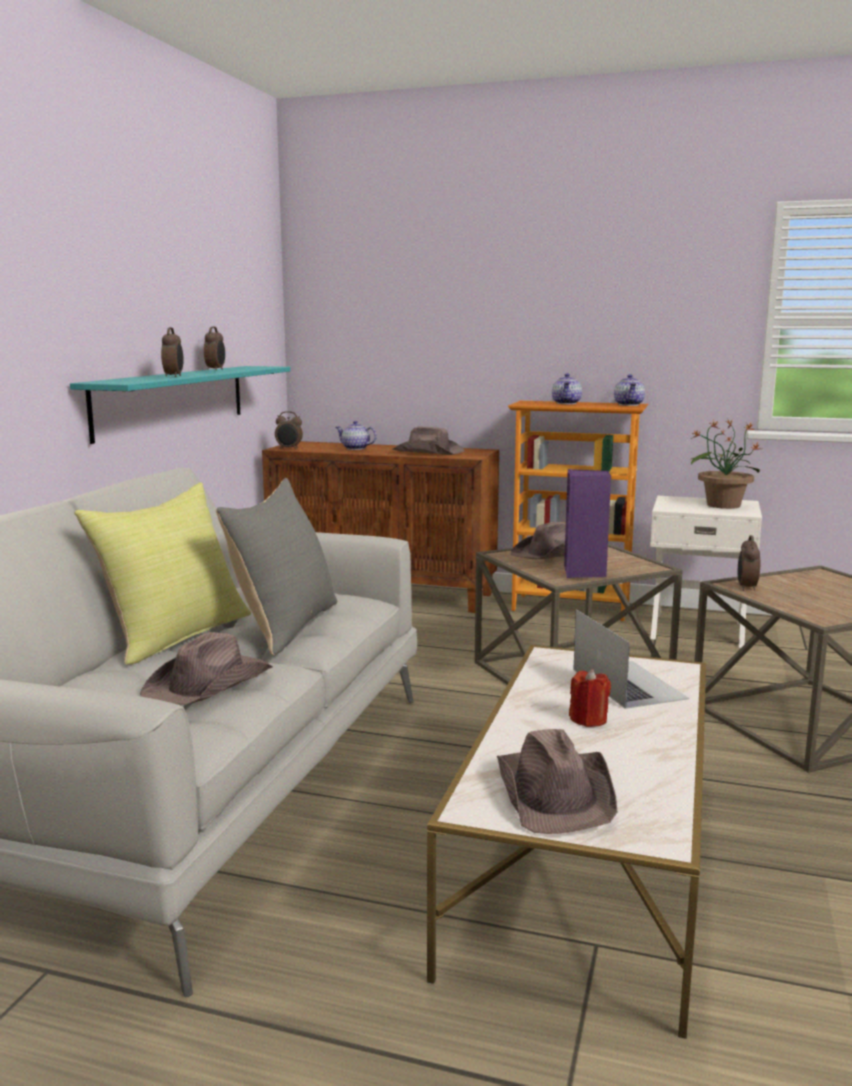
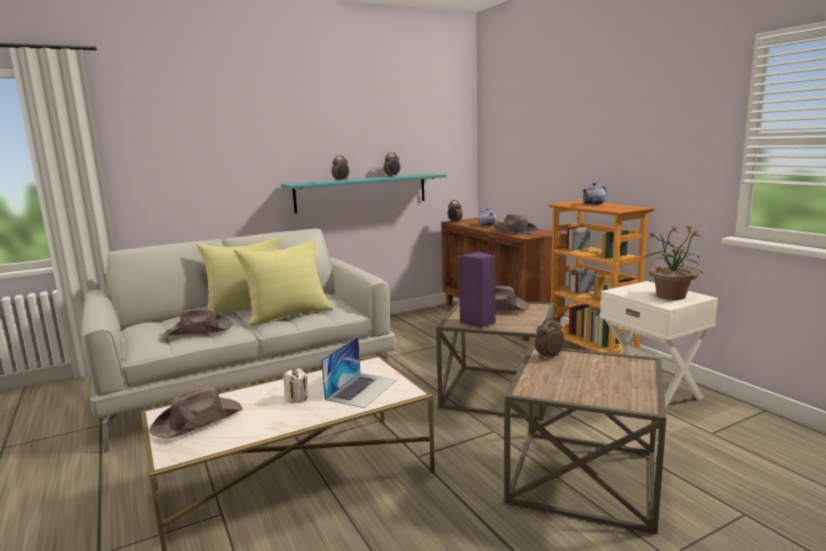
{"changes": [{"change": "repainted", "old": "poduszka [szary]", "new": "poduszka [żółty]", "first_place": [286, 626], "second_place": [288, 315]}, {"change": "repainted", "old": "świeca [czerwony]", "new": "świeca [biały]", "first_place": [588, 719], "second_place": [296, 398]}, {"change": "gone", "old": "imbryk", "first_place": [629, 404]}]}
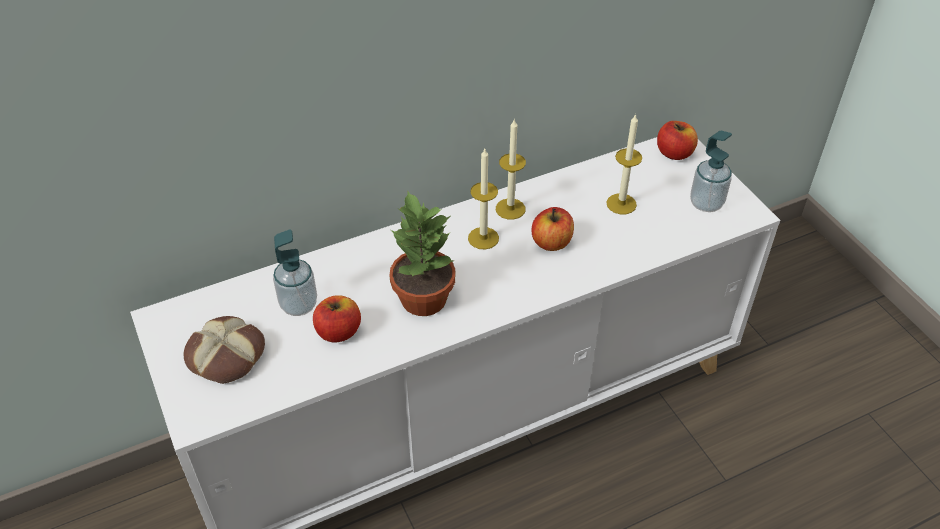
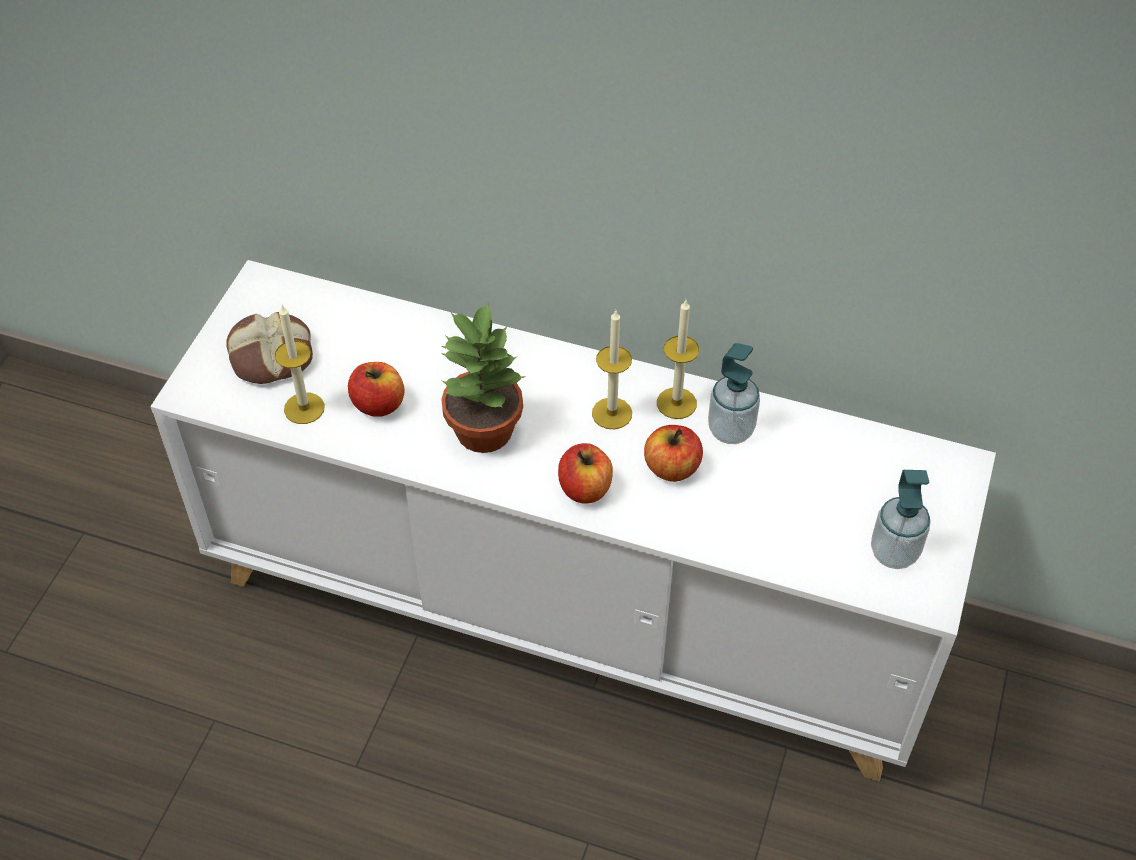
{"changes": [{"change": "shifted", "old": "dozownik mydła", "first_place": [299, 305], "second_place": [730, 430]}, {"change": "shifted", "old": "świeca", "first_place": [621, 204], "second_place": [304, 408]}, {"change": "shifted", "old": "jabłko", "first_place": [674, 153], "second_place": [585, 488]}]}
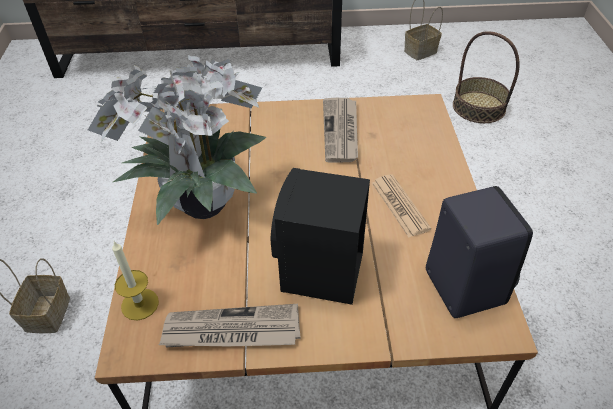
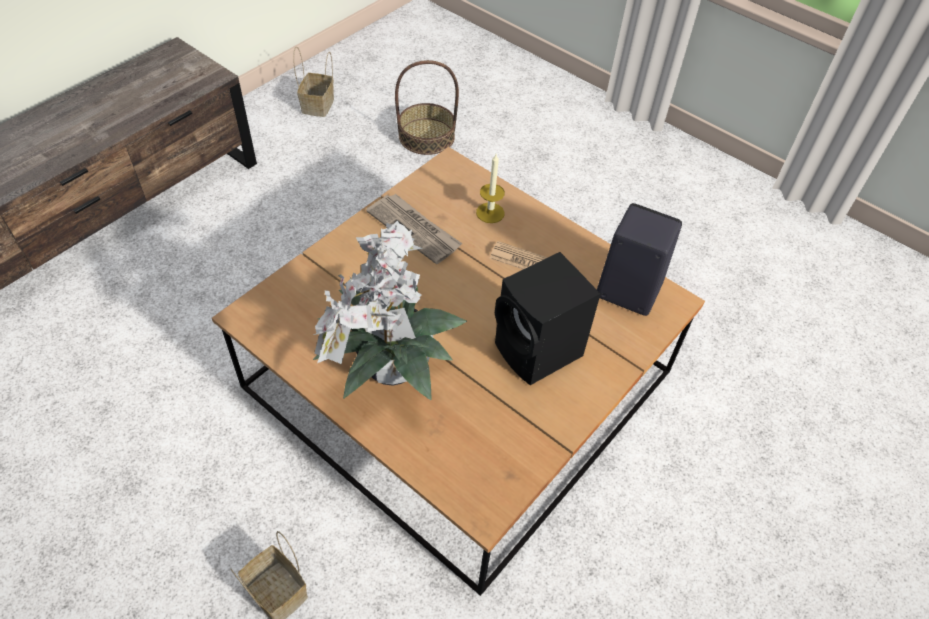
{"changes": [{"change": "shifted", "old": "świeca", "first_place": [140, 304], "second_place": [490, 213]}, {"change": "gone", "old": "gazeta", "first_place": [231, 331]}]}
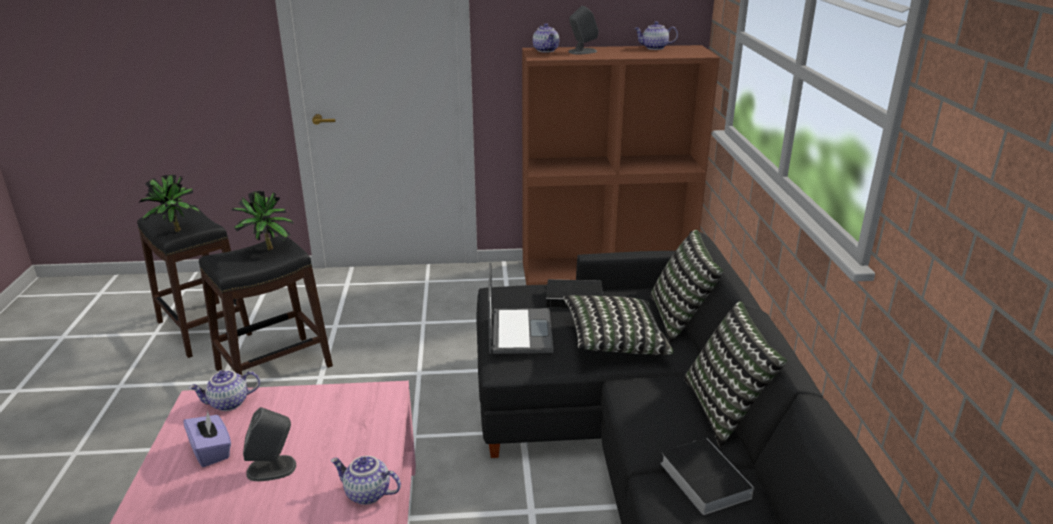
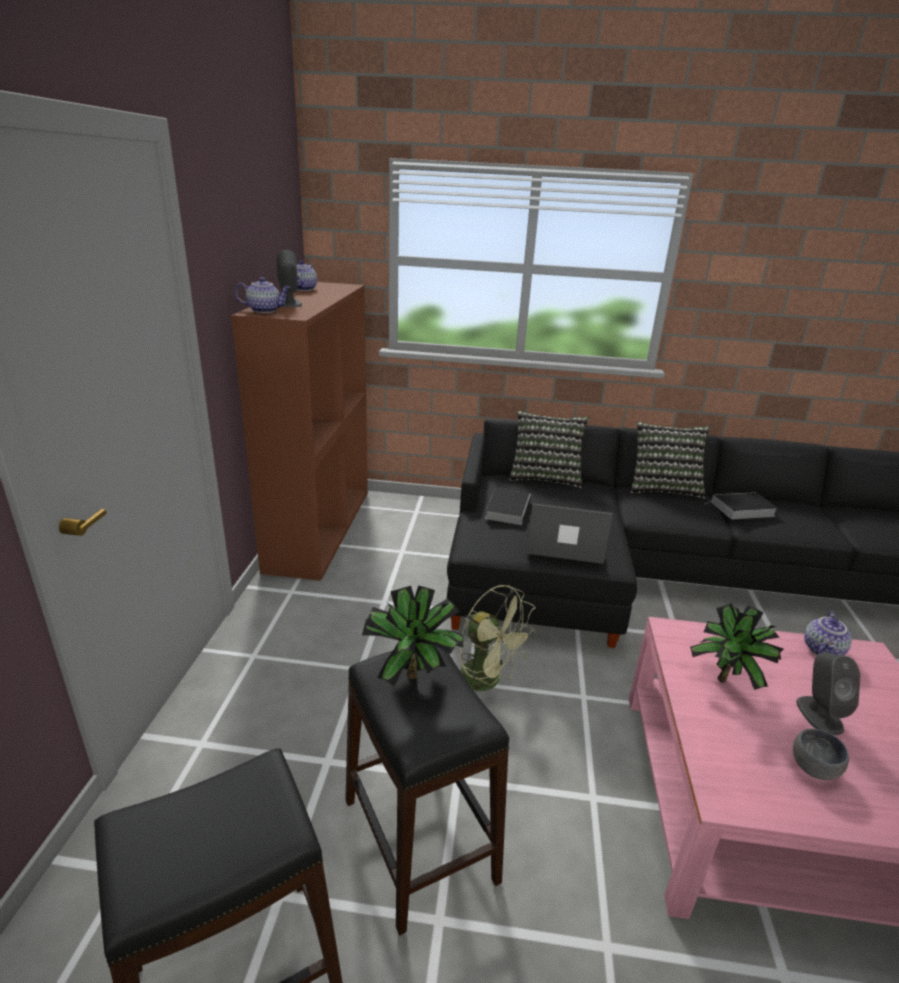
{"changes": [{"change": "shifted", "old": "roślina doniczkowa", "first_place": [176, 232], "second_place": [728, 681]}, {"change": "swapped", "old": "pudełko chusteczek [fioletowy]", "new": "miska [szary]", "first_place": [211, 451], "second_place": [813, 769]}, {"change": "gone", "old": "imbryk", "first_place": [228, 404]}, {"change": "gone", "old": "poduszka", "first_place": [614, 341]}, {"change": "new", "new": "wentylator [zielony]", "second_place": [488, 681]}]}
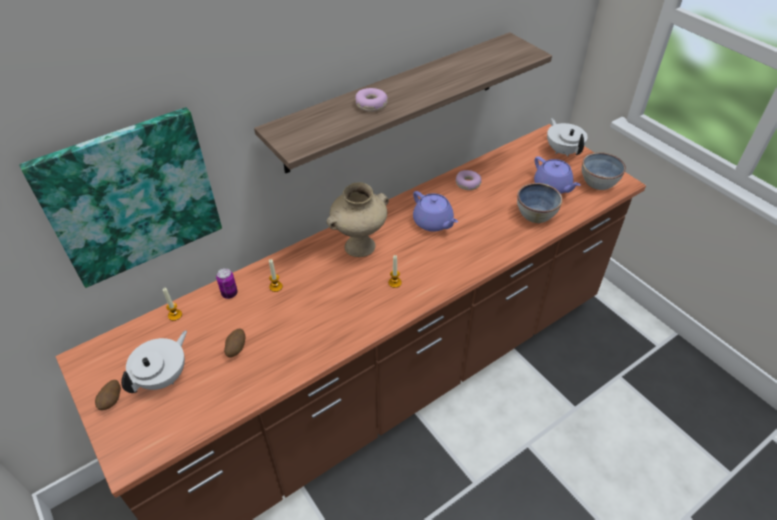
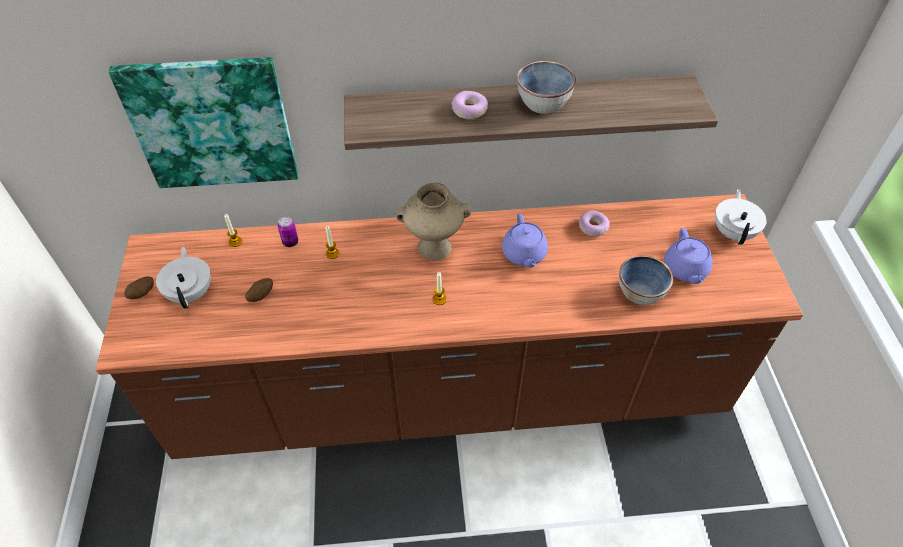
{"changes": [{"change": "rotated", "old": "imbryk [biały]", "first_place": [164, 377], "second_place": [191, 292], "degrees": -75}, {"change": "shifted", "old": "miska", "first_place": [598, 182], "second_place": [542, 102]}]}
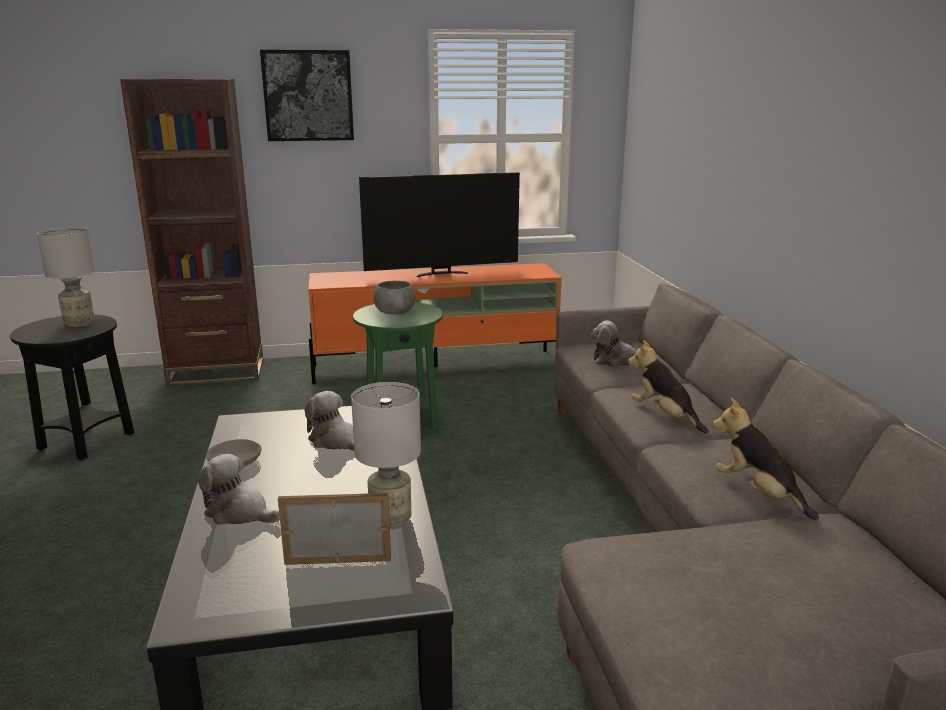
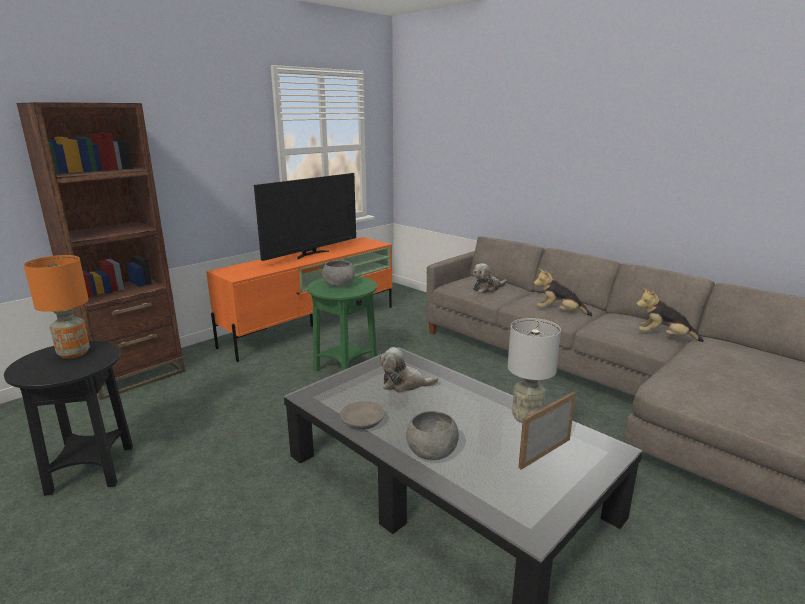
{"changes": [{"change": "repainted", "old": "lampa stołowa [szary]", "new": "lampa stołowa [pomarańczowy]", "first_place": [80, 323], "second_place": [74, 353]}, {"change": "swapped", "old": "pluszak", "new": "miska [szary]", "first_place": [239, 513], "second_place": [432, 452]}, {"change": "gone", "old": "obraz", "first_place": [308, 96]}]}
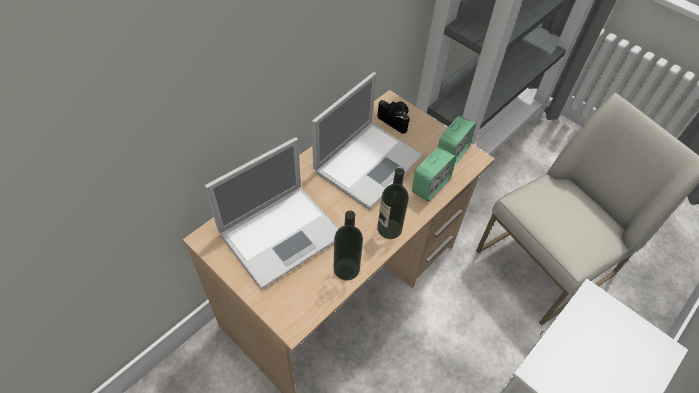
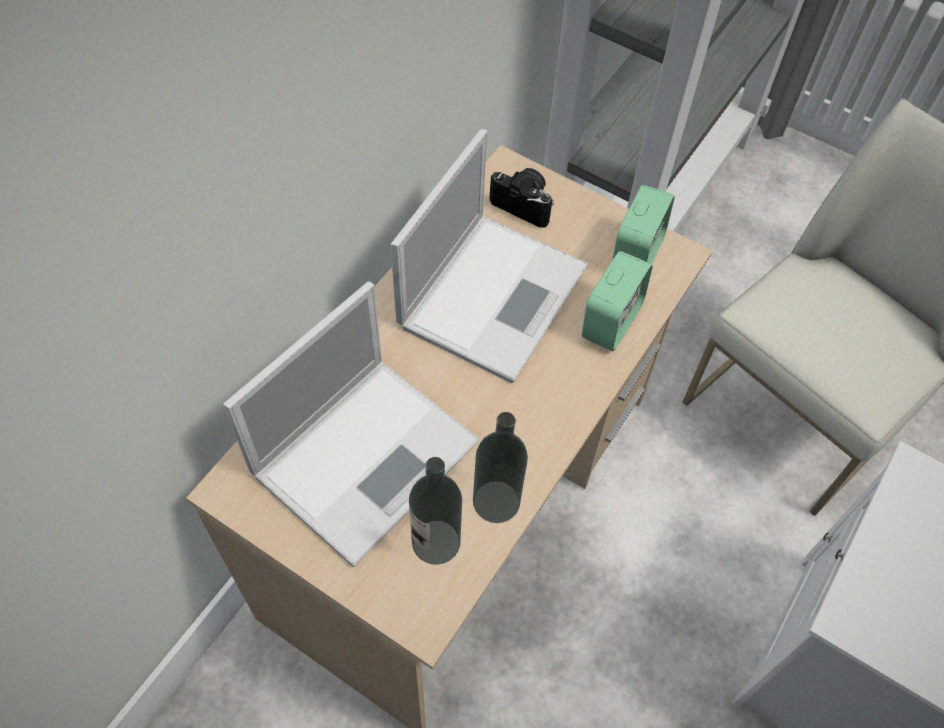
{"changes": [{"change": "shifted", "old": "butelka", "first_place": [389, 229], "second_place": [436, 542]}]}
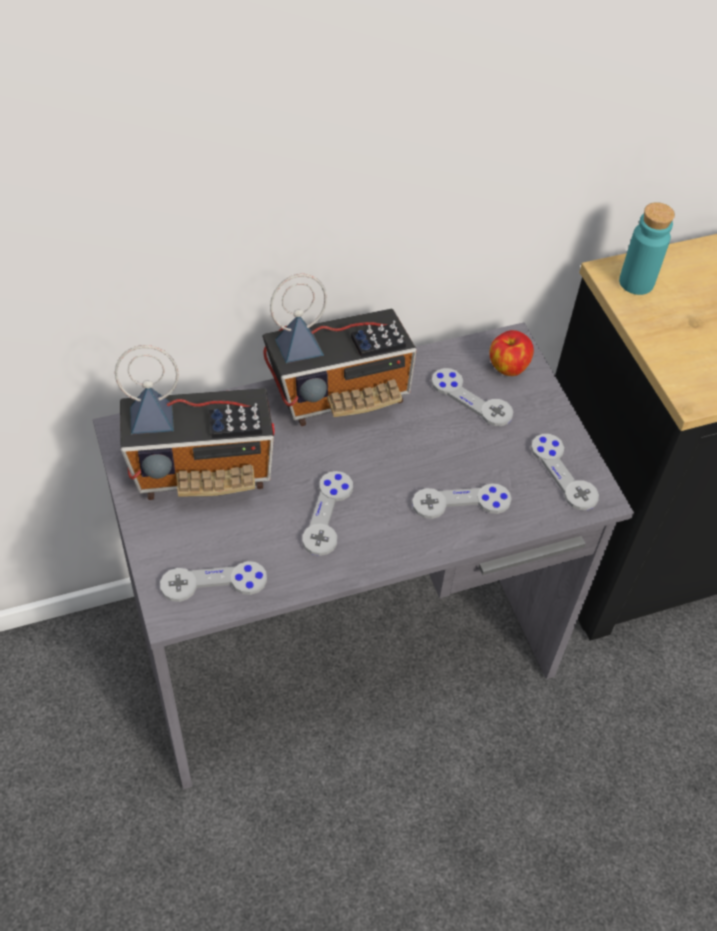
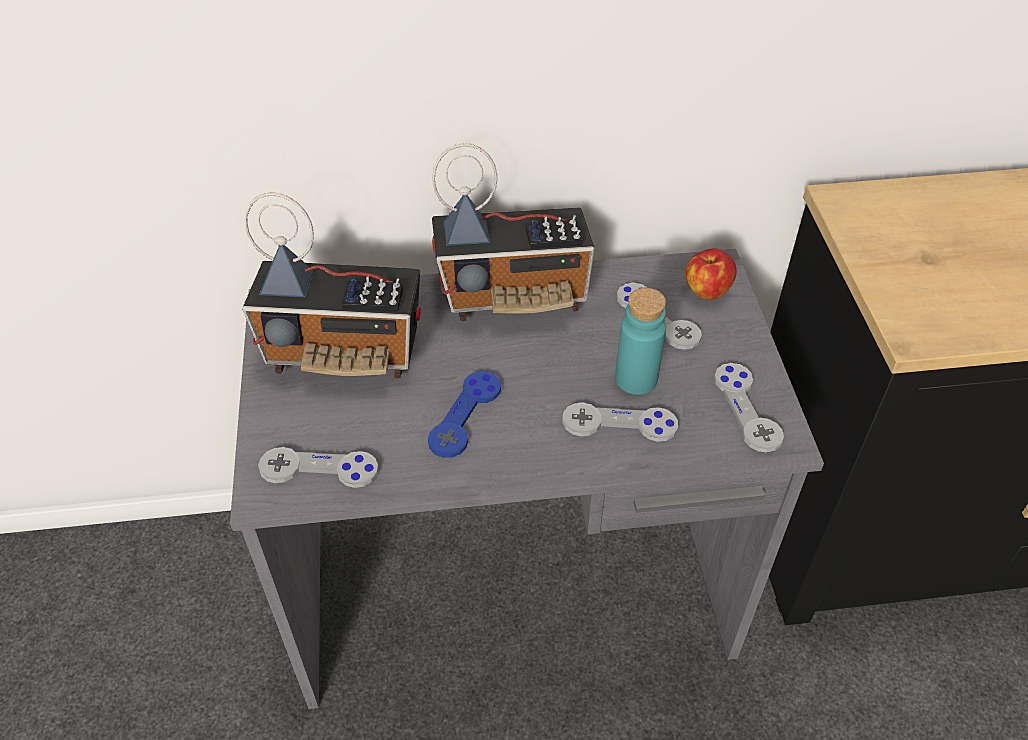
{"changes": [{"change": "repainted", "old": "pad do gier [szary]", "new": "pad do gier [niebieski]", "first_place": [328, 514], "second_place": [465, 415]}, {"change": "shifted", "old": "butelka [turkusowy]", "first_place": [636, 282], "second_place": [636, 379]}]}
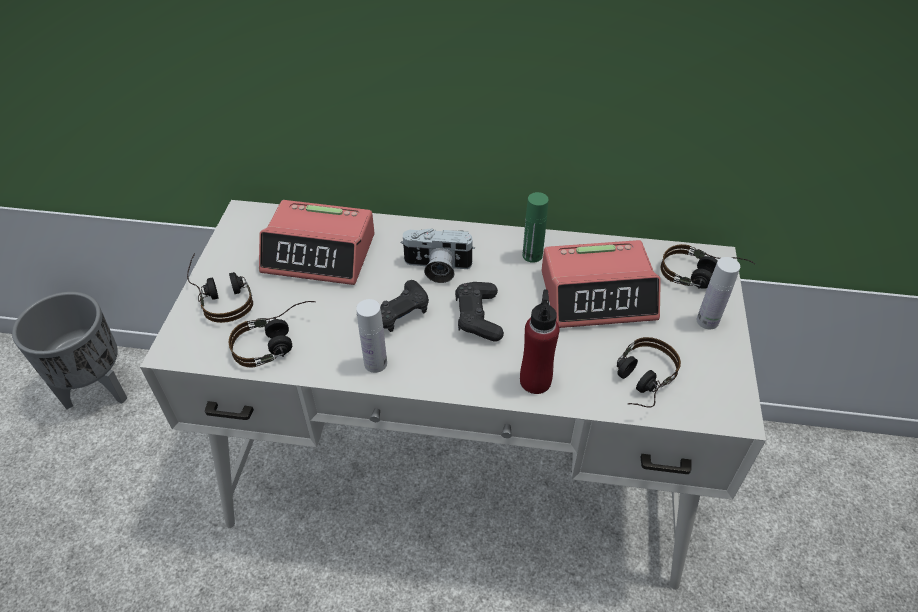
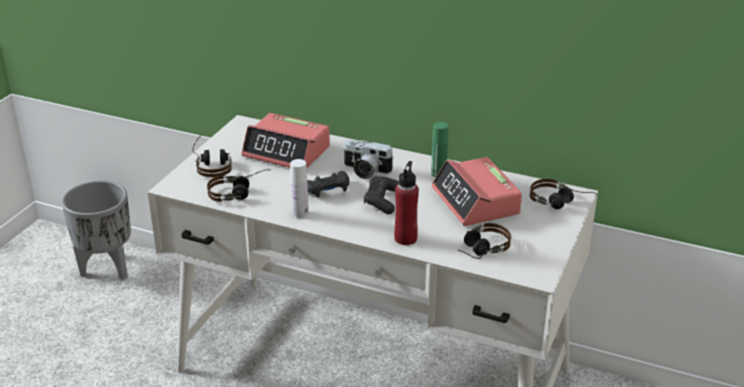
{"changes": [{"change": "rotated", "old": "budzik", "first_place": [598, 295], "second_place": [475, 201], "degrees": 60}, {"change": "gone", "old": "butelka [biały]", "first_place": [707, 321]}]}
